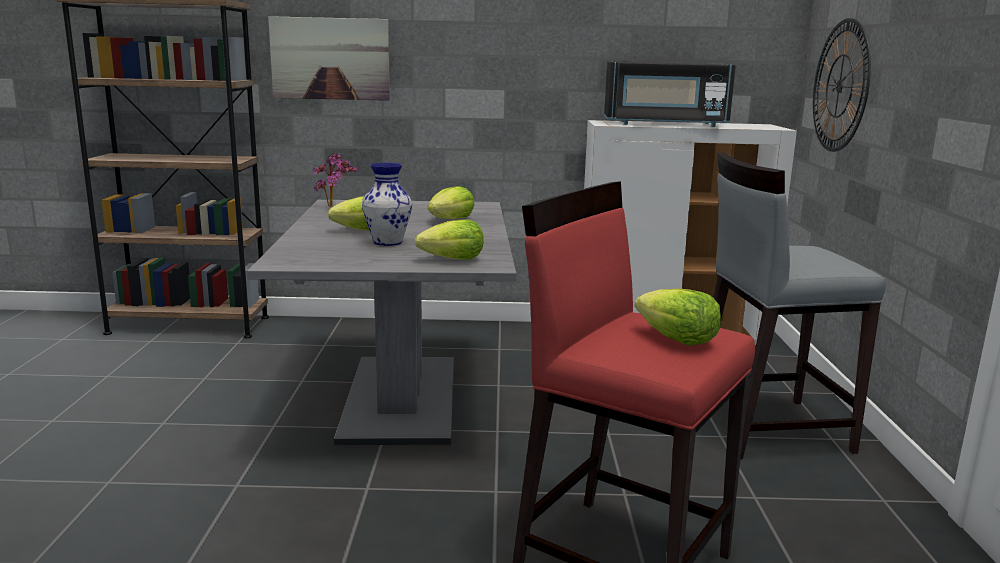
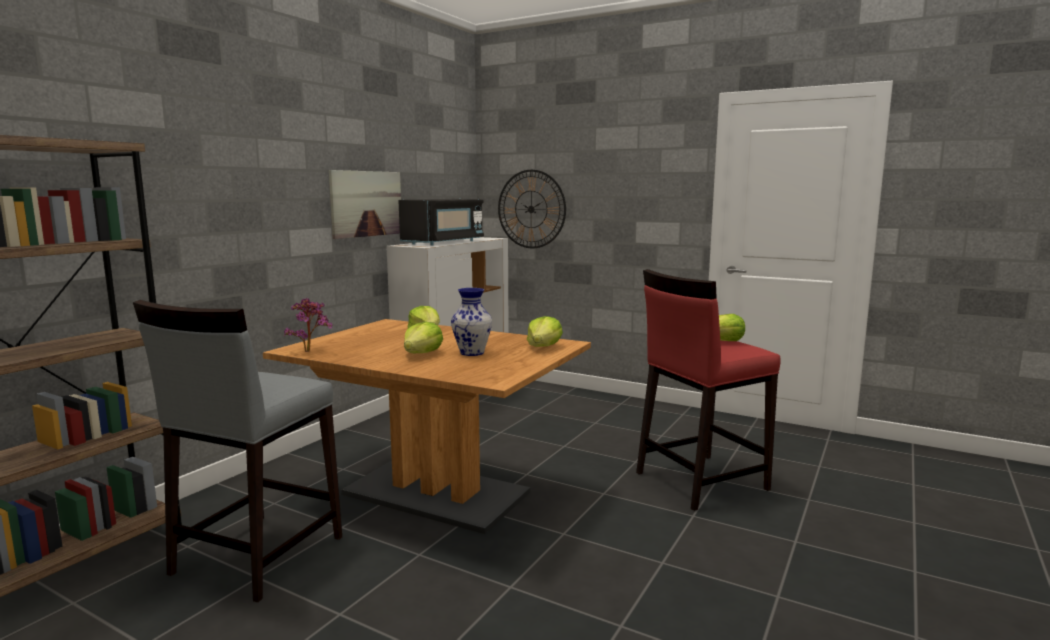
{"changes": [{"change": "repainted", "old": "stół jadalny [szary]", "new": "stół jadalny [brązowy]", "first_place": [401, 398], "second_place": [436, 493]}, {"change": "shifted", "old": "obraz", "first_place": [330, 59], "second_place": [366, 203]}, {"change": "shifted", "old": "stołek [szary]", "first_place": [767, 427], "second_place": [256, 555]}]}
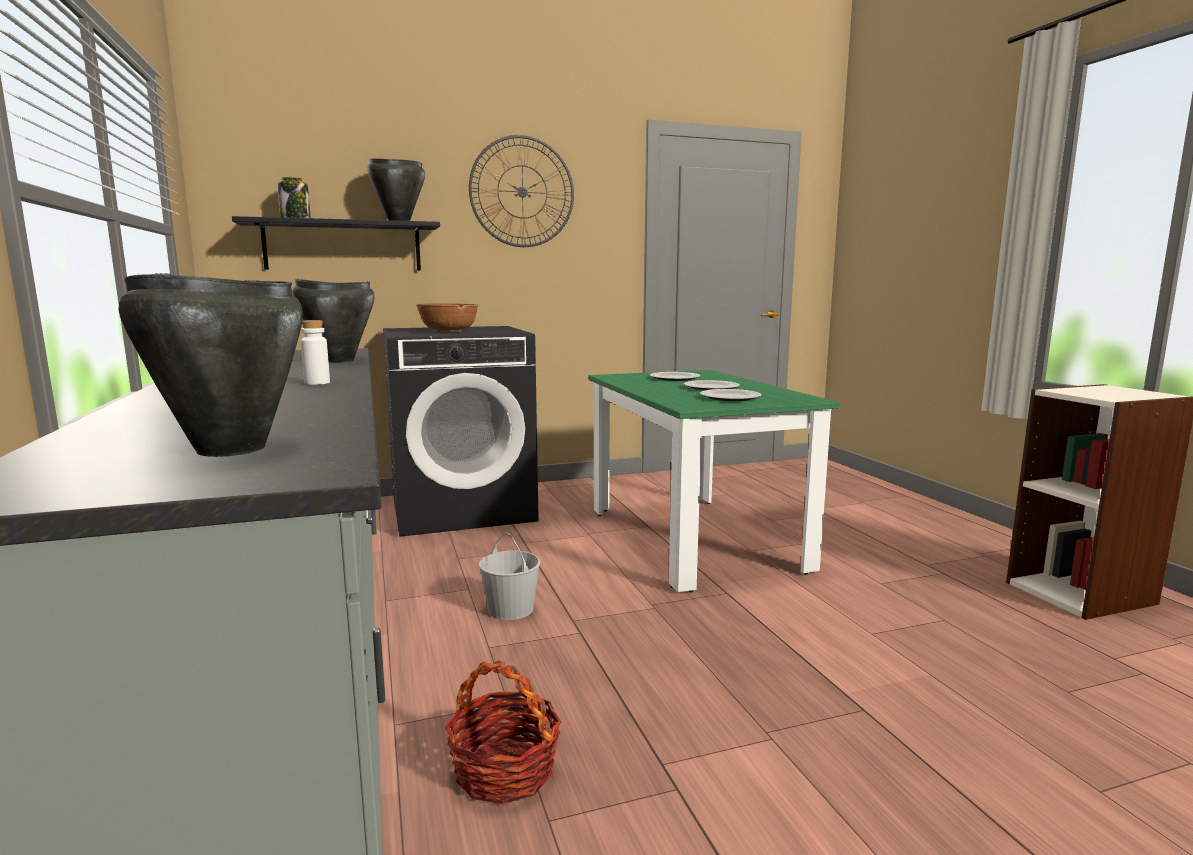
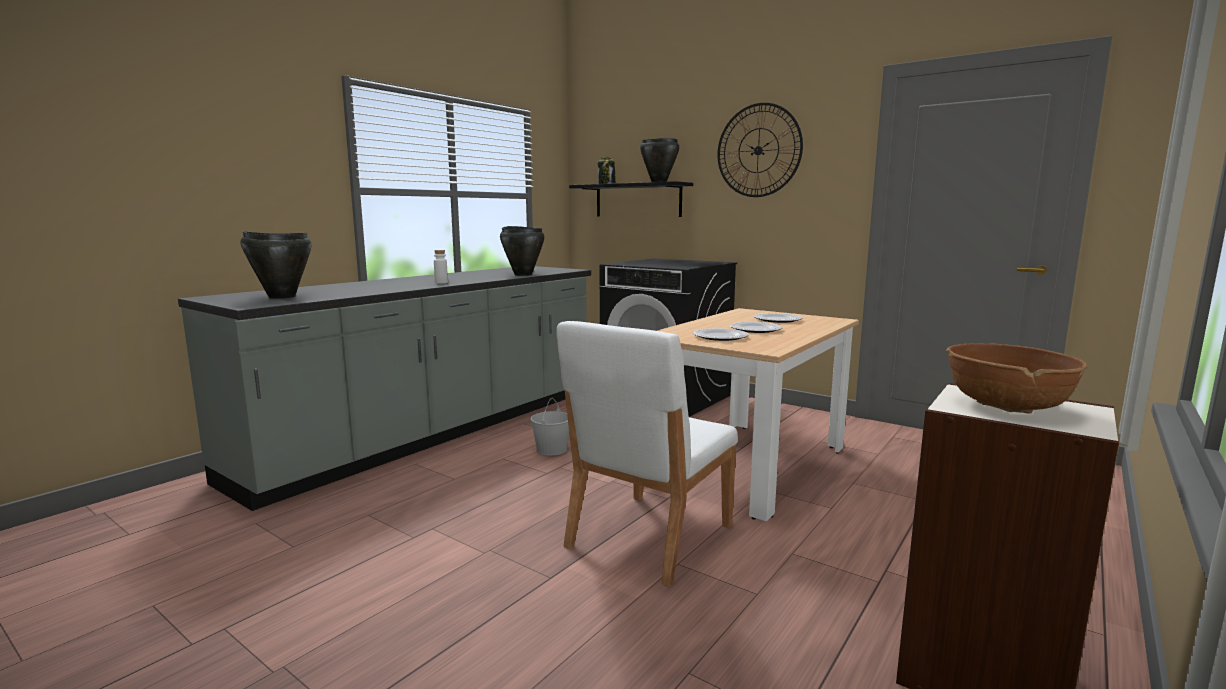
{"changes": [{"change": "shifted", "old": "miska [brązowy]", "first_place": [448, 331], "second_place": [1007, 406]}, {"change": "gone", "old": "koszyk", "first_place": [504, 770]}, {"change": "repainted", "old": "stół jadalny [zielony]", "new": "stół jadalny [beżowy]", "first_place": [693, 538], "second_place": [748, 465]}, {"change": "new", "new": "krzesło [biały]", "second_place": [648, 536]}]}
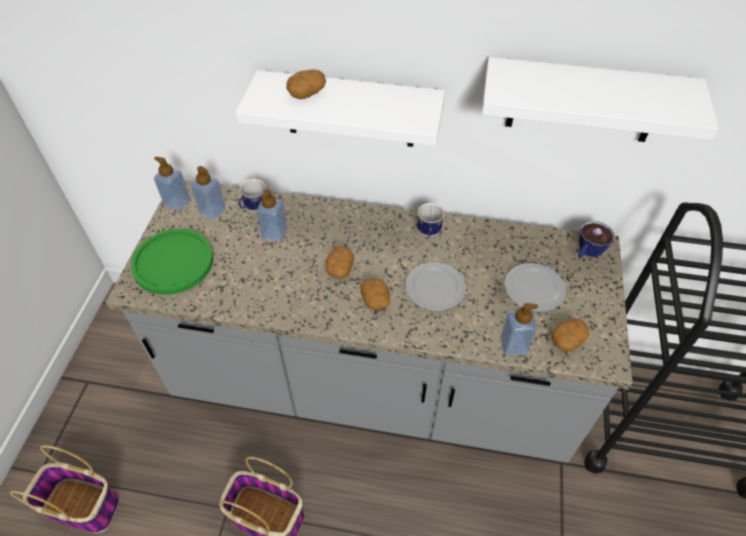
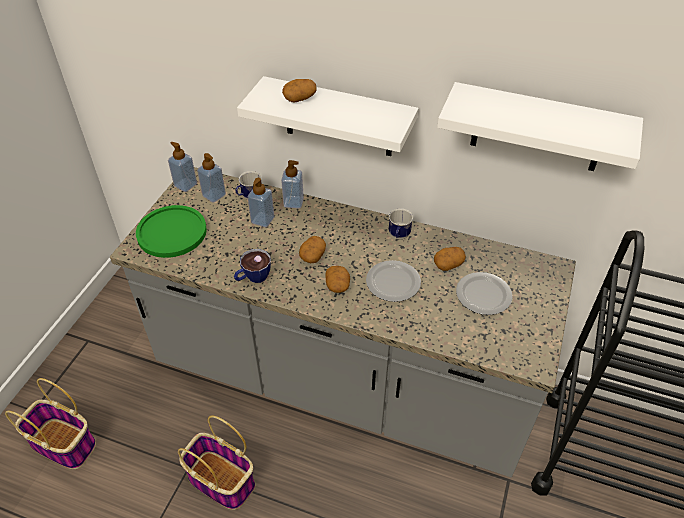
{"changes": [{"change": "shifted", "old": "dozownik mydła", "first_place": [513, 345], "second_place": [293, 202]}, {"change": "shifted", "old": "ziemniak", "first_place": [567, 339], "second_place": [448, 264]}, {"change": "shifted", "old": "filiżanka", "first_place": [587, 252], "second_place": [253, 278]}]}
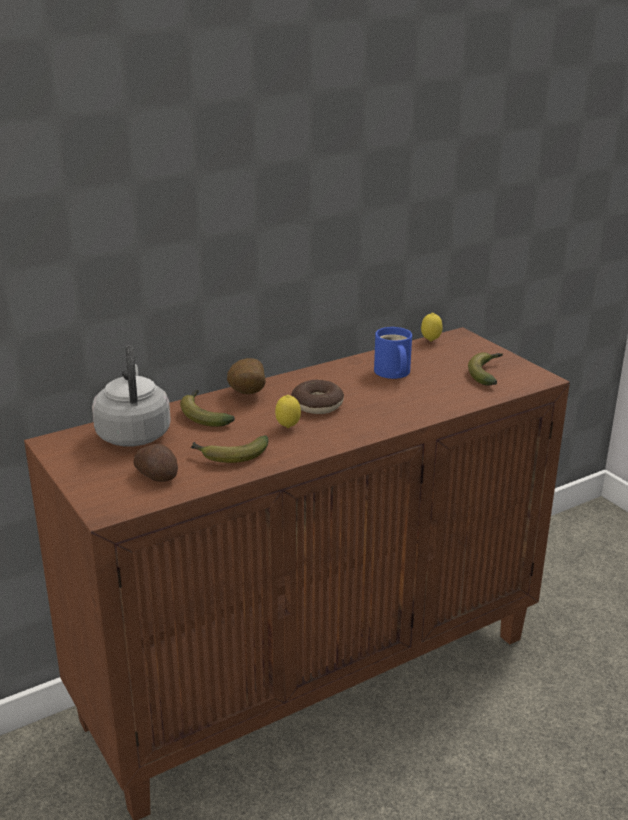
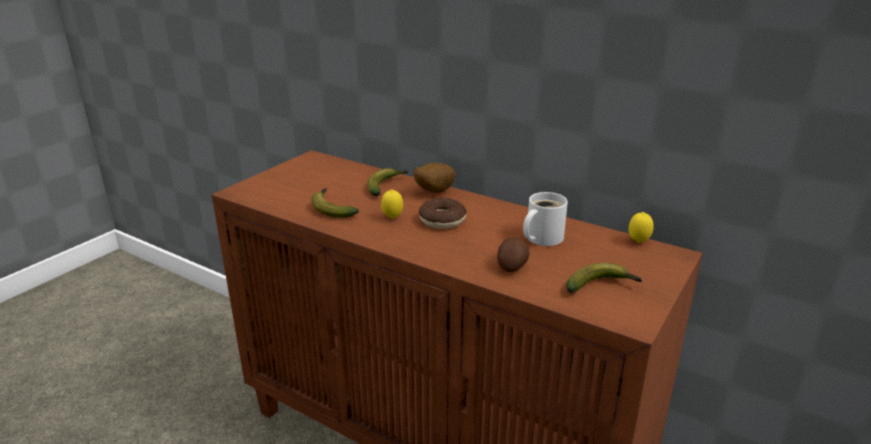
{"changes": [{"change": "gone", "old": "czajnik [szary]", "first_place": [133, 433]}, {"change": "shifted", "old": "ziemniak", "first_place": [157, 475], "second_place": [512, 265]}, {"change": "repainted", "old": "kubek [niebieski]", "new": "kubek [biały]", "first_place": [392, 373], "second_place": [541, 238]}]}
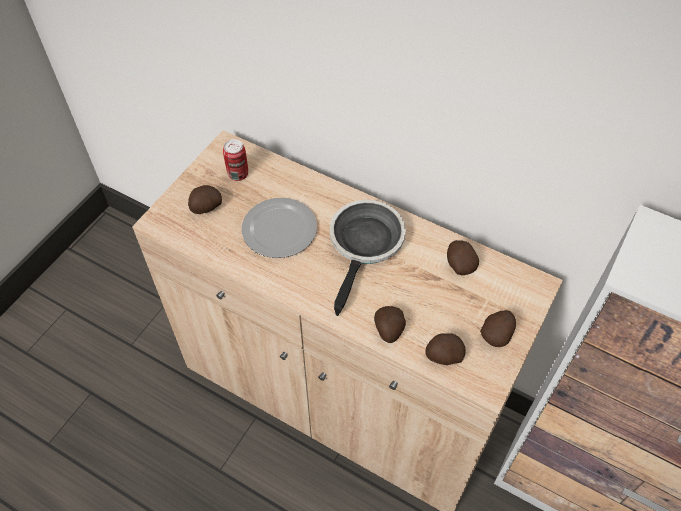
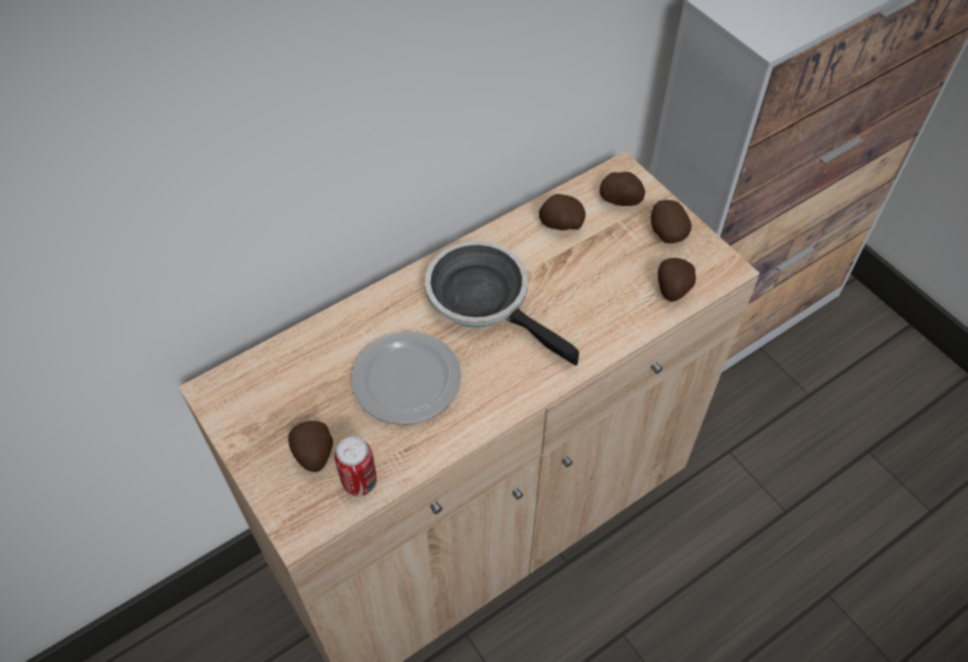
{"changes": [{"change": "shifted", "old": "puszka", "first_place": [238, 174], "second_place": [360, 482]}, {"change": "shifted", "old": "ziemniak", "first_place": [388, 330], "second_place": [621, 200]}]}
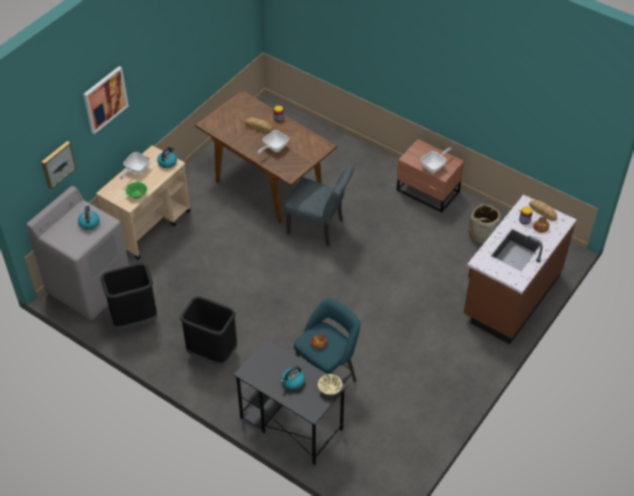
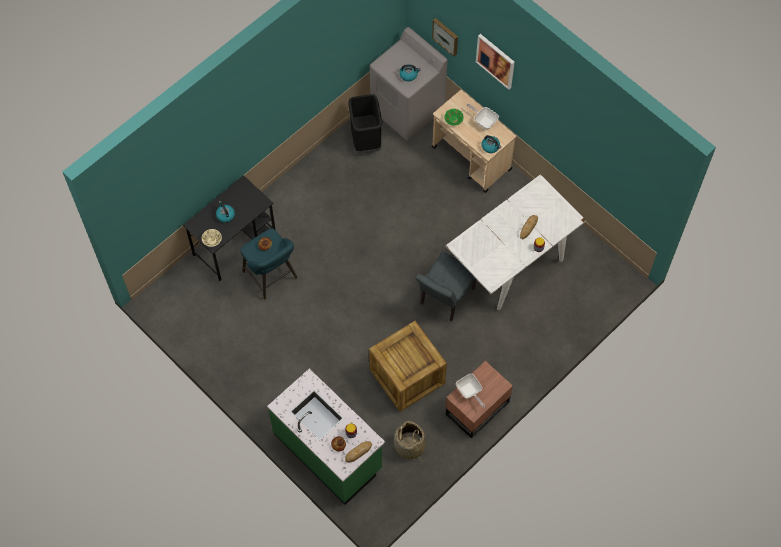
{"changes": [{"change": "gone", "old": "kosz na śmieci [czarny]", "first_place": [212, 354]}, {"change": "repainted", "old": "stół jadalny [brązowy]", "new": "stół jadalny [biały]", "first_place": [267, 184], "second_place": [511, 262]}, {"change": "gone", "old": "patelnia", "first_place": [274, 148]}, {"change": "repainted", "old": "zabudowa kuchenna [brązowy]", "new": "zabudowa kuchenna [zielony]", "first_place": [511, 295], "second_place": [328, 451]}, {"change": "new", "new": "skrzynka", "second_place": [408, 377]}]}
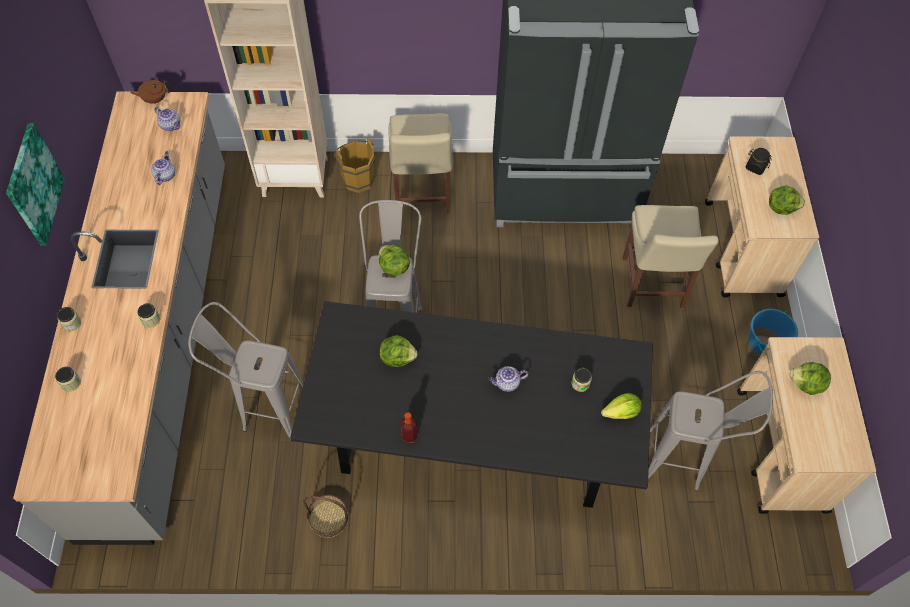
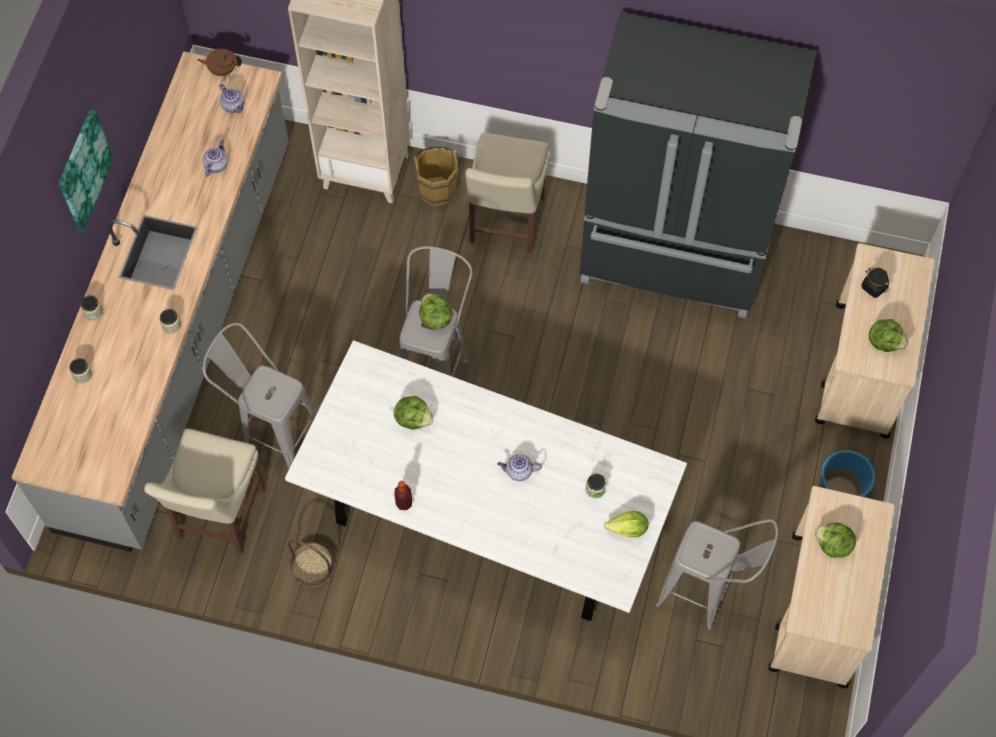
{"changes": [{"change": "repainted", "old": "stół jadalny [czarny]", "new": "stół jadalny [biały]", "first_place": [473, 435], "second_place": [486, 516]}, {"change": "shifted", "old": "krzesło [beżowy]", "first_place": [652, 285], "second_place": [219, 517]}]}
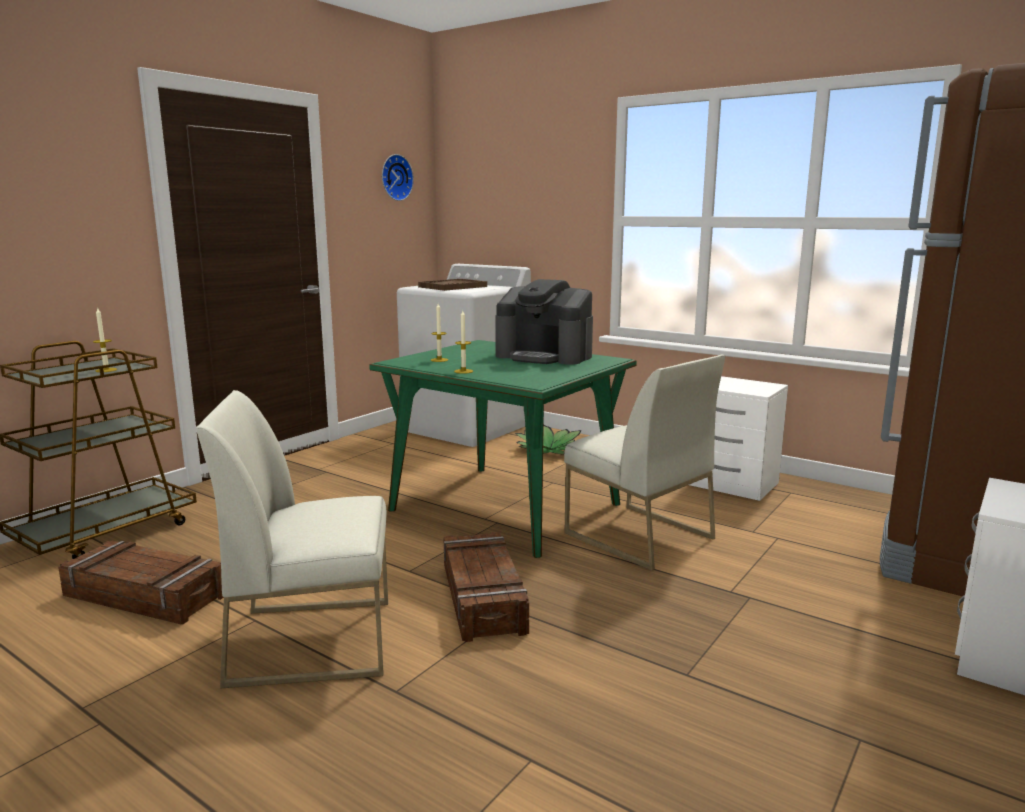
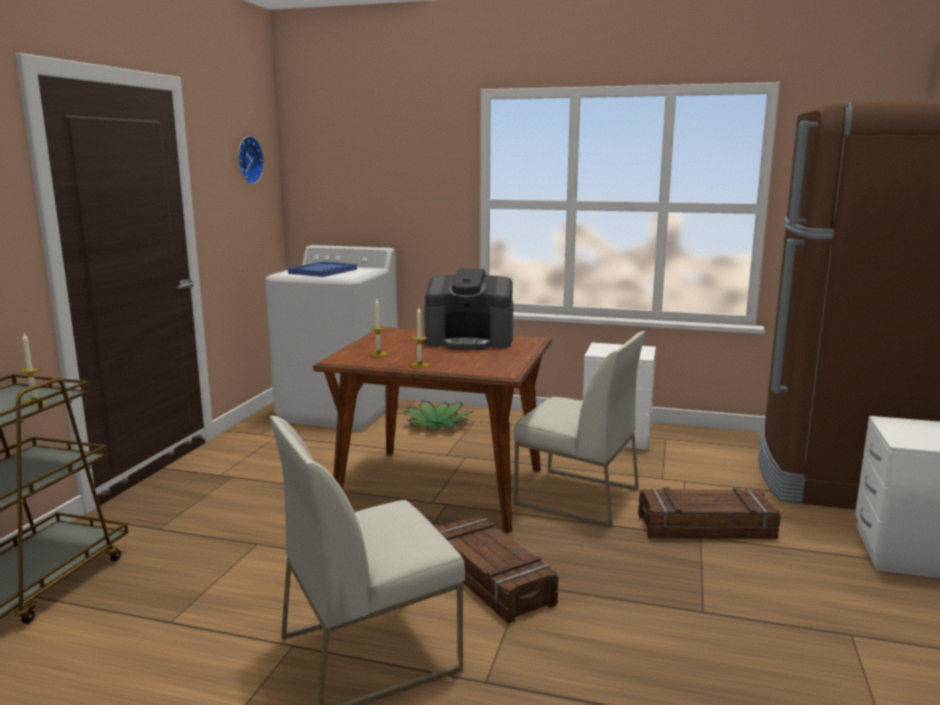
{"changes": [{"change": "shifted", "old": "skrzynka", "first_place": [146, 595], "second_place": [705, 526]}, {"change": "repainted", "old": "stół jadalny [zielony]", "new": "stół jadalny [brązowy]", "first_place": [505, 507], "second_place": [442, 488]}, {"change": "repainted", "old": "taca [brązowy]", "new": "taca [niebieski]", "first_place": [452, 287], "second_place": [323, 271]}]}
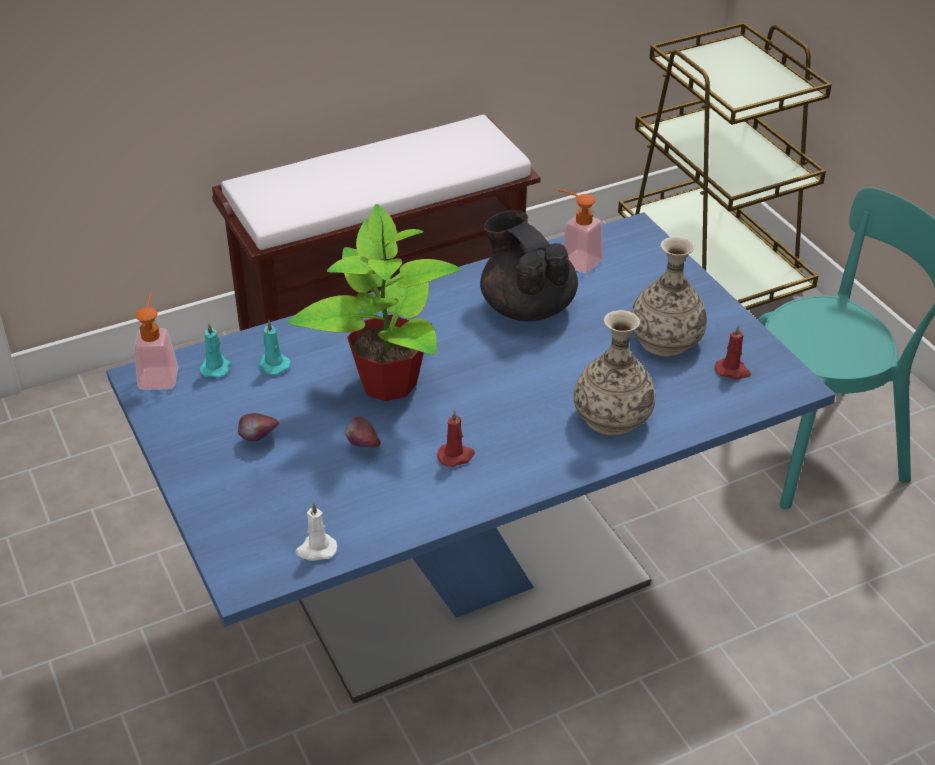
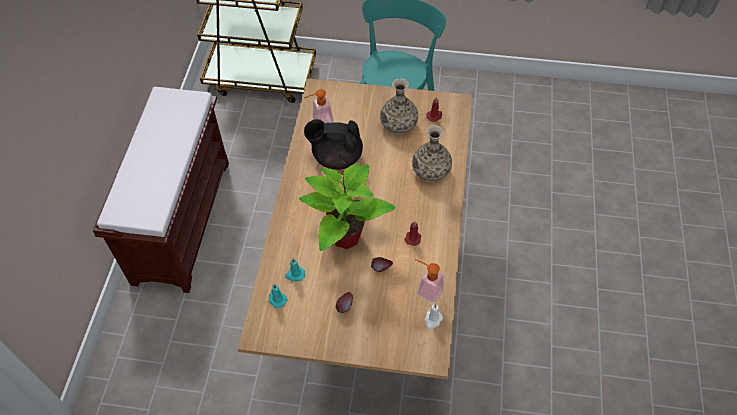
{"changes": [{"change": "repainted", "old": "stół jadalny [niebieski]", "new": "stół jadalny [brązowy]", "first_place": [467, 580], "second_place": [369, 281]}, {"change": "shifted", "old": "dozownik mydła", "first_place": [159, 373], "second_place": [426, 289]}]}
